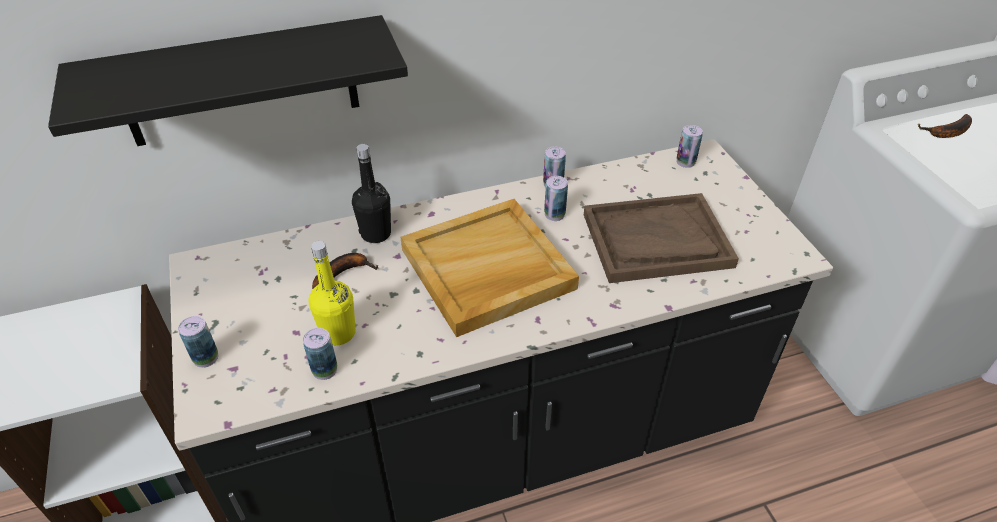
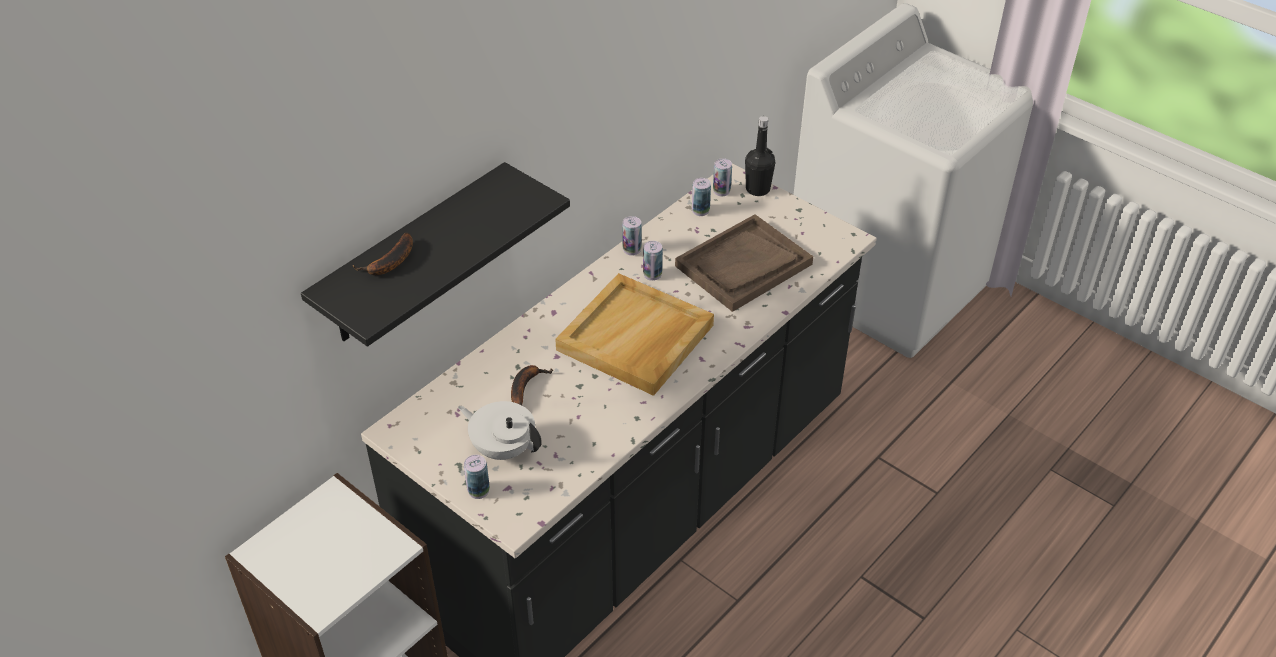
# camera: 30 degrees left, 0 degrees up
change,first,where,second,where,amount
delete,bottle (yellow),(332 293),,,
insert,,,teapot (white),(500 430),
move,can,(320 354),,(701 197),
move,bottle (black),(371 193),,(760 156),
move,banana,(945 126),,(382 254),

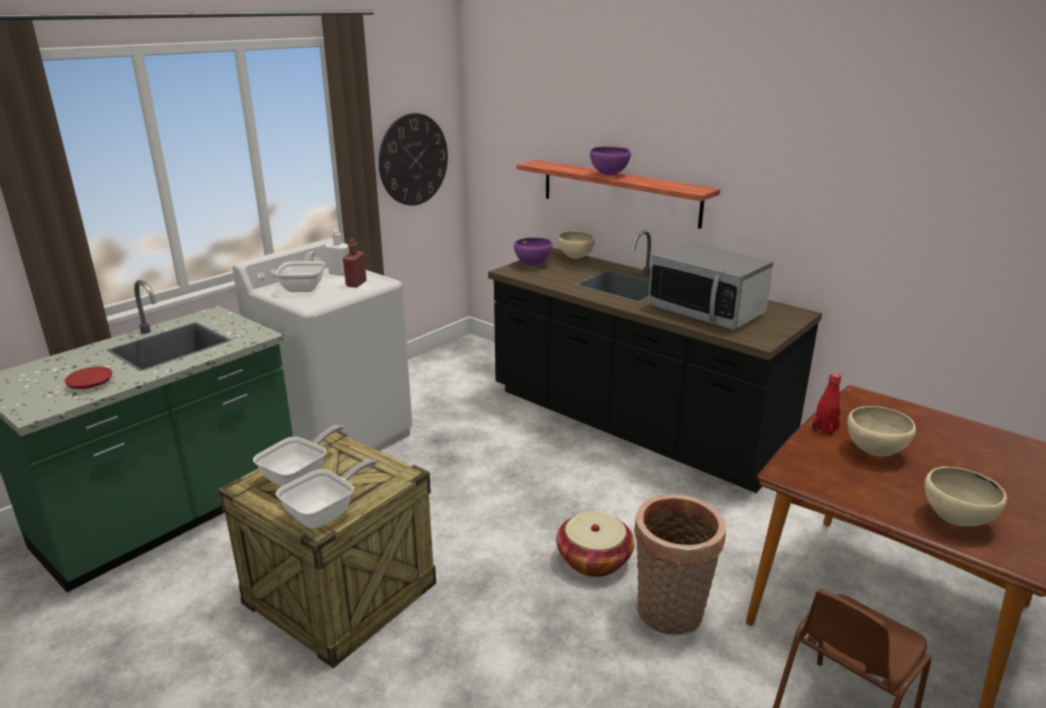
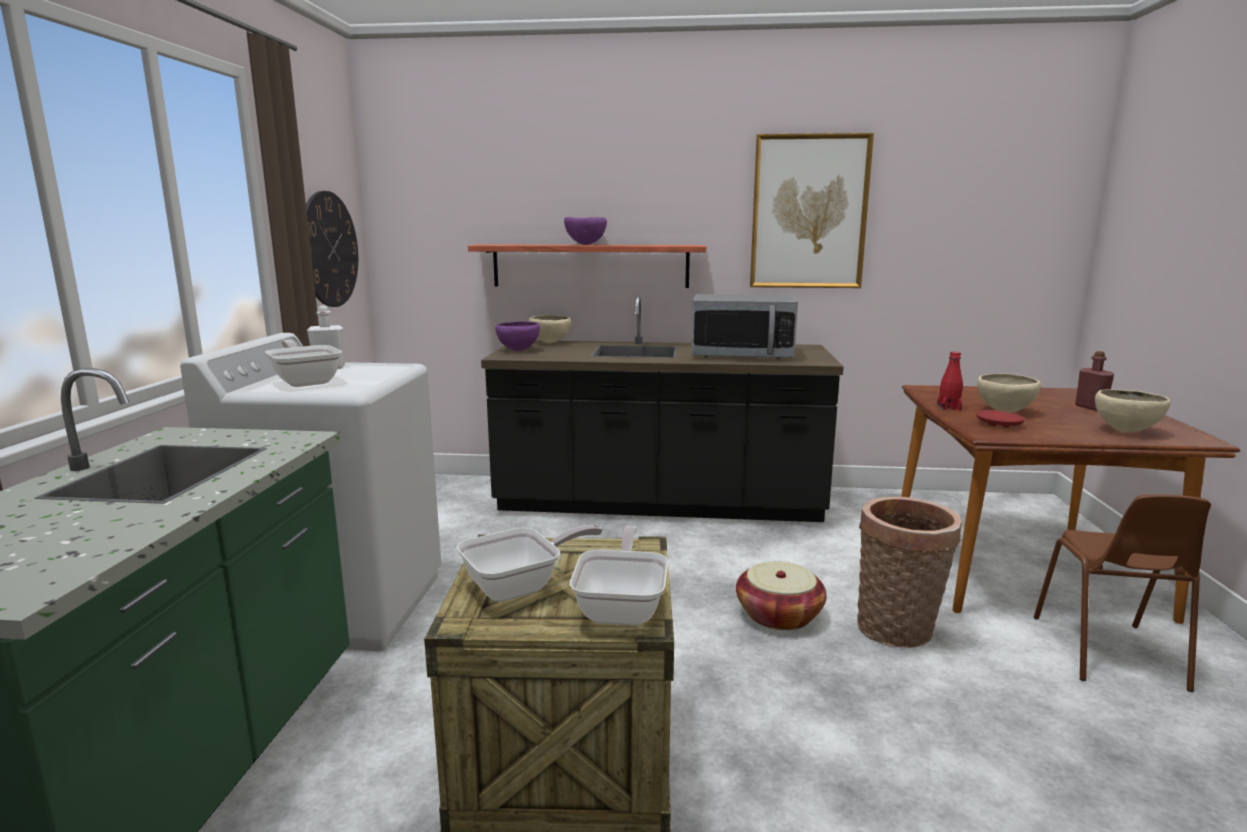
# camera: 35 degrees left, 10 degrees down
change,first,where,second,where,amount
insert,,,picture,(812 210),
move,plate (red),(88 378),,(1000 419),
move,bottle (red),(355 262),,(1094 381),
rotate,frying pan,(298 455),,(530 563),60 degrees clockwise

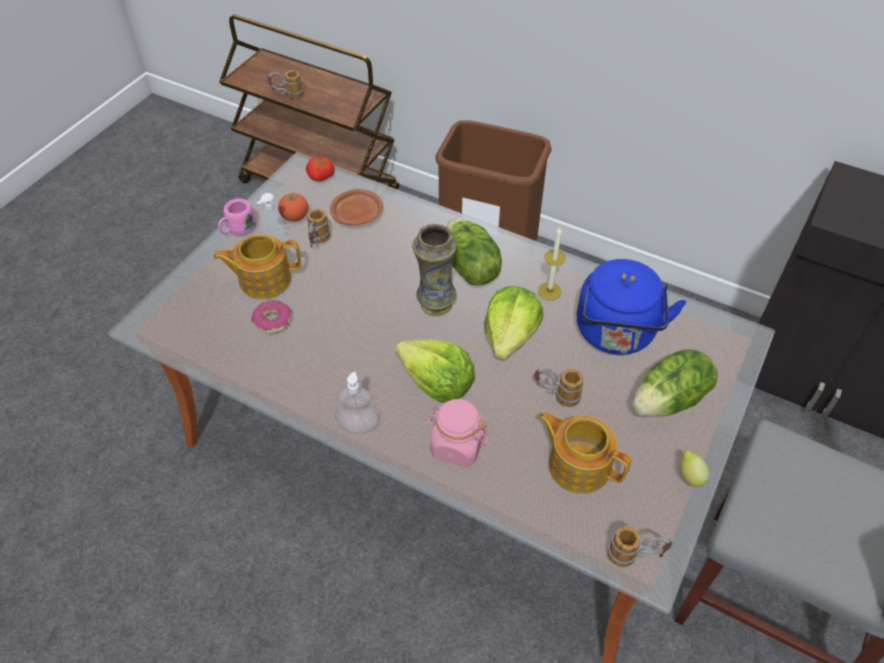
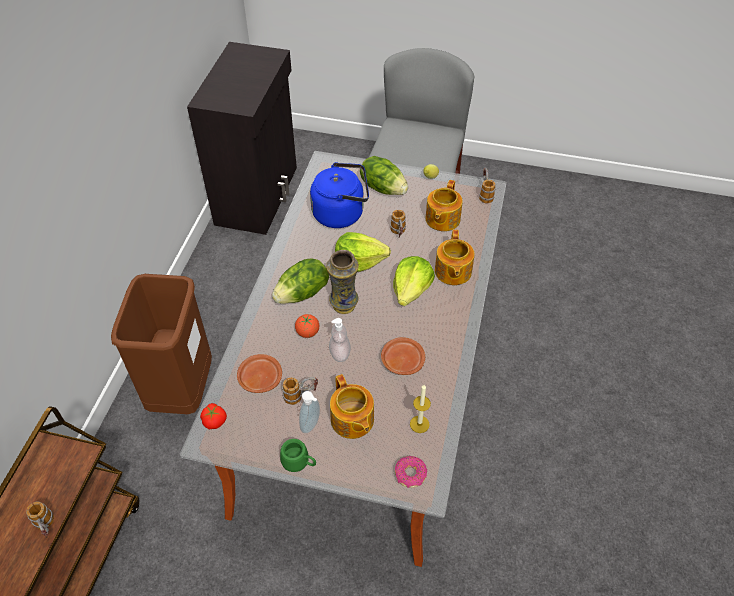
# camera: 105 degrees left, 0 degrees up
change,first,where,second,where,amount
insert,,,plate (brown),(403 356),
move,donut,(271 317),,(411 472),
move,tomato,(293 206),,(307 326),
move,soap dispenser,(357 403),,(340 340),
move,candle,(551 263),,(420 409),
replace,jar (pink),(457 433),teapot,(454 257),
recolor,mug (pink),(237 216),mug (green),(298 455),

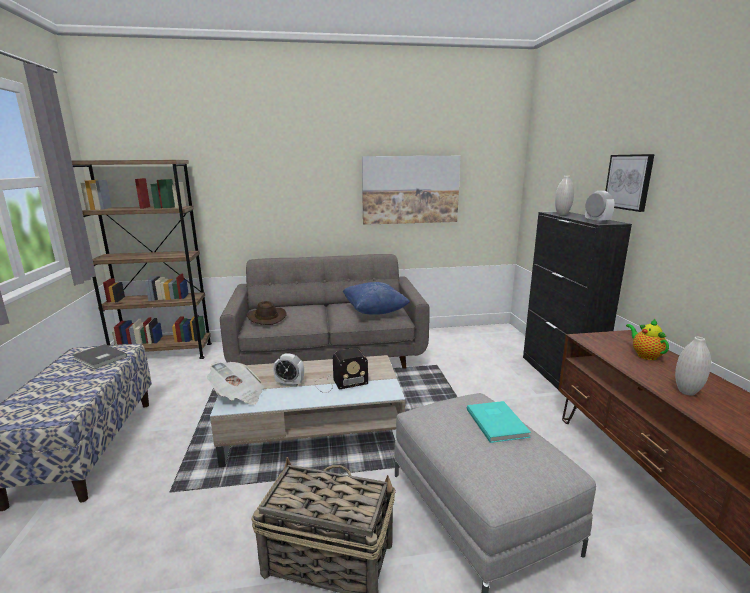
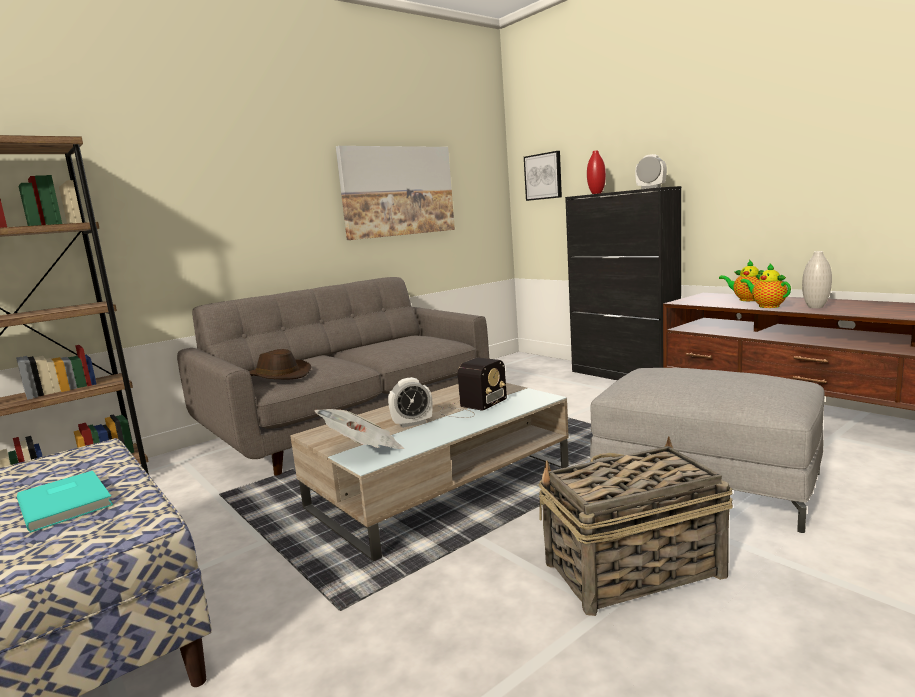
# camera: 30 degrees left, 5 degrees down
change,first,where,second,where,amount
delete,book (grey),(100 356),,,
delete,pillow (blue),(376 298),,,
insert,,,teapot,(766 286),
move,book (turquoise),(499 422),,(65 502),
move,picture,(629 183),,(543 176),
recolor,vase (white),(564 195),vase (red),(596 172),

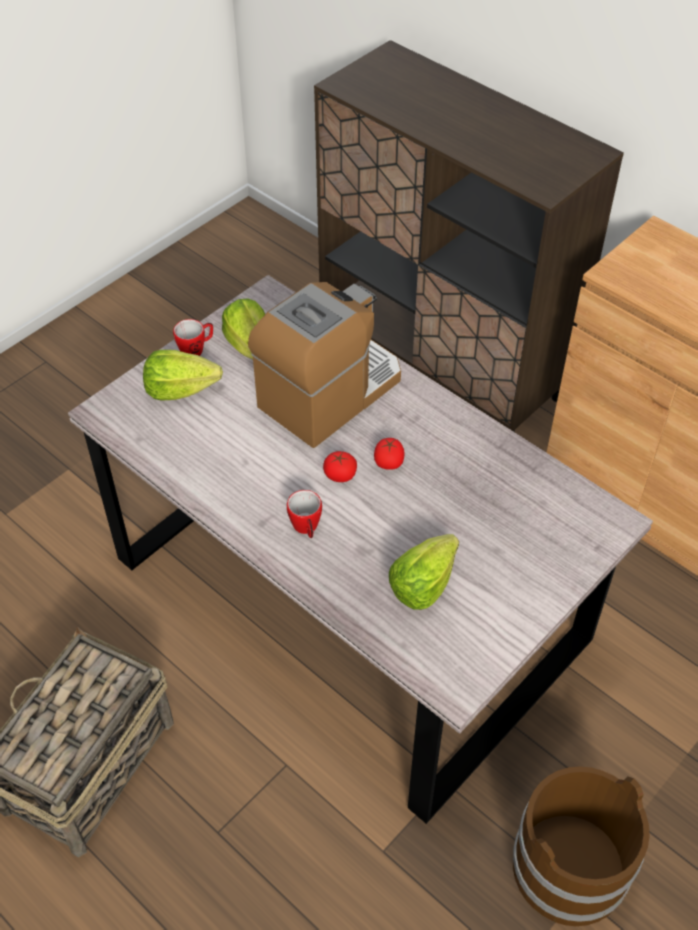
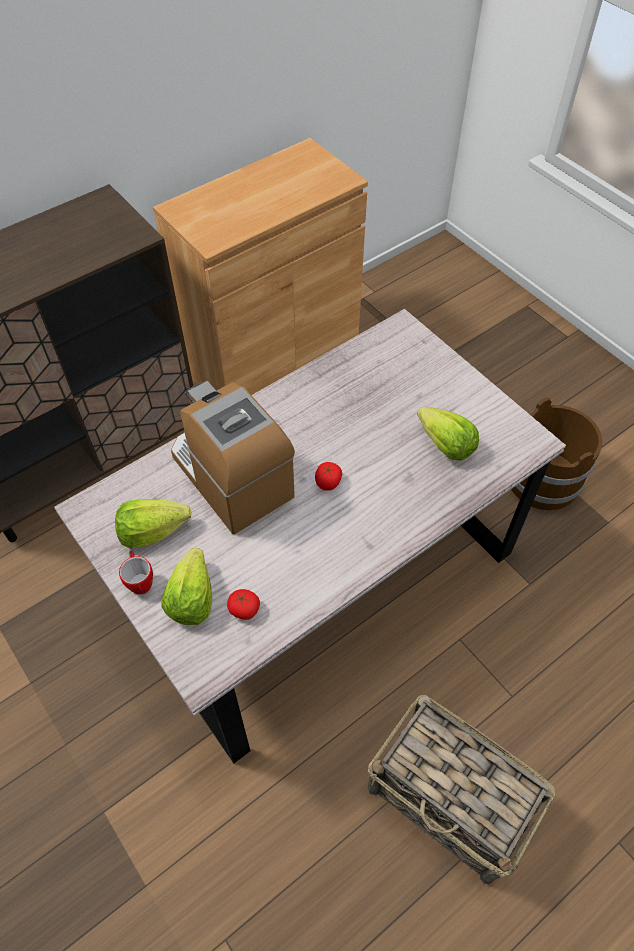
# camera: 80 degrees left, 5 degrees up
change,first,where,second,where,amount
delete,mug,(304 514),,,
move,tomato,(389 454),,(243 604),

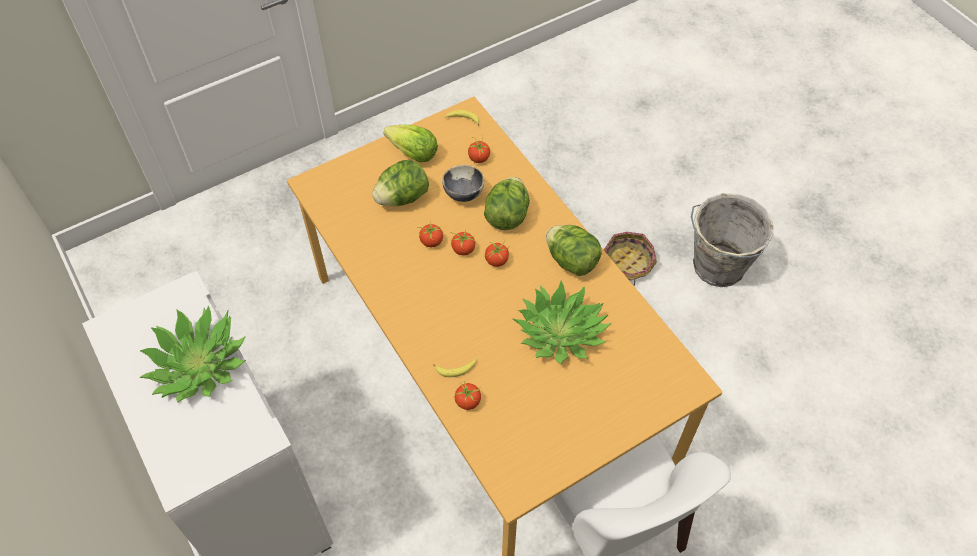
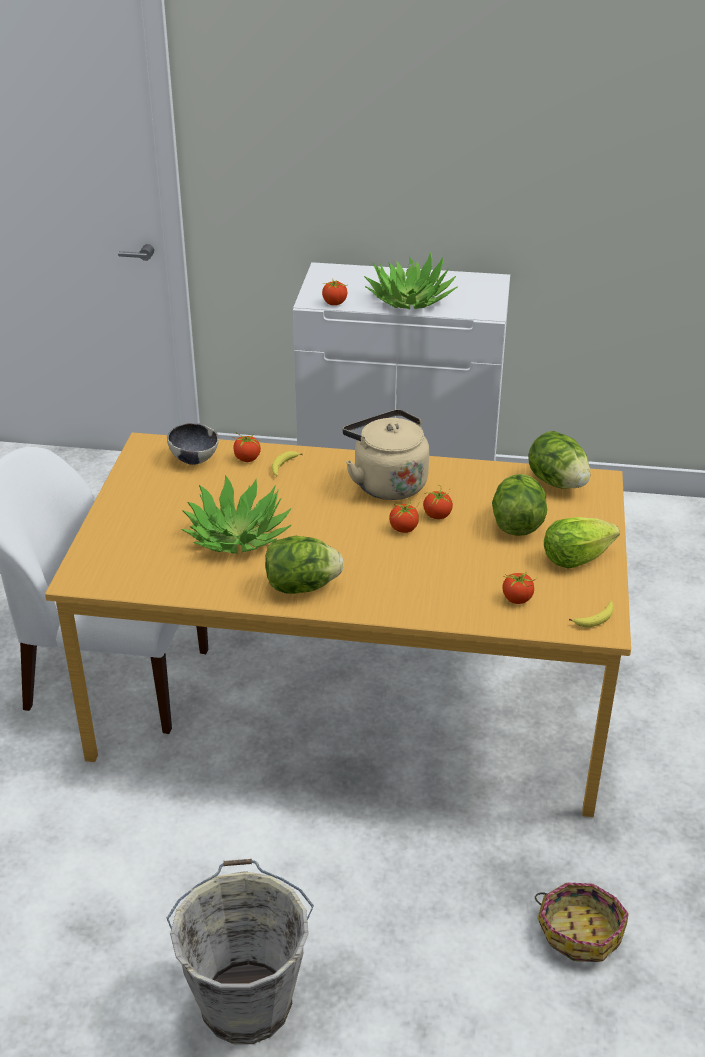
# camera: 130 degrees right, 20 degrees down
change,first,where,second,where,amount
insert,,,kettle (beige),(385 454),
move,bowl,(463 183),,(193 444),
move,lettuce,(506 203),,(559 460),
move,tomato,(497 253),,(334 292),
move,basket,(630 259),,(582 922),

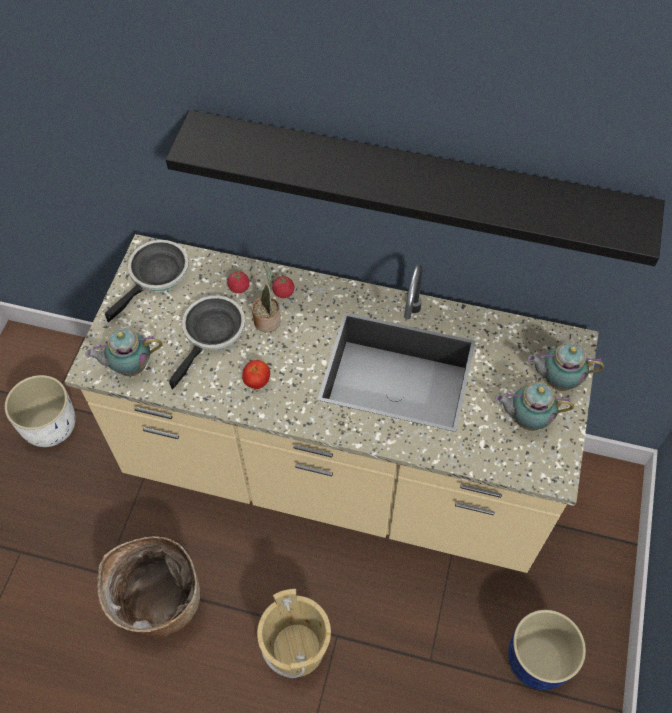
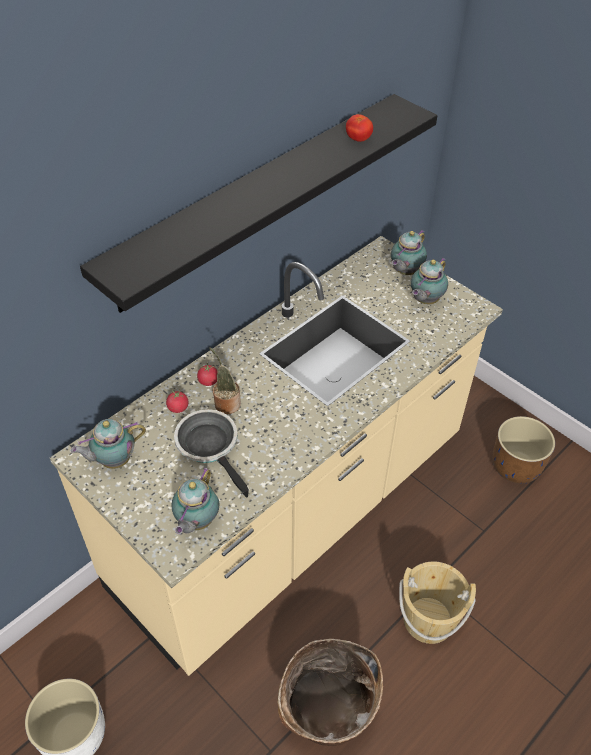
# camera: 60 degrees left, 10 degrees down
change,first,where,second,where,amount
move,tomato,(256 374),,(359 128),
replace,frying pan,(147 281),teapot,(108 444),
recolor,planter (blue),(547 650),planter (brown),(524 450),

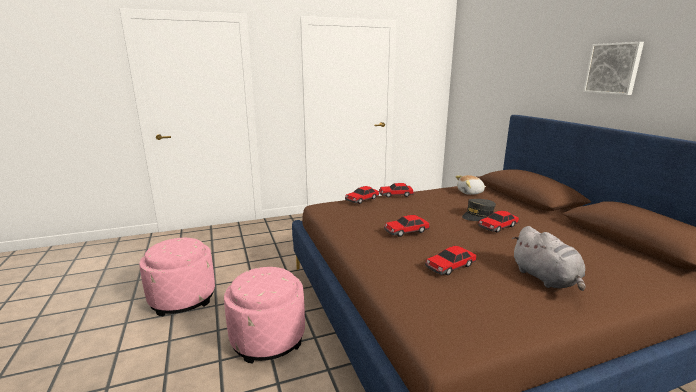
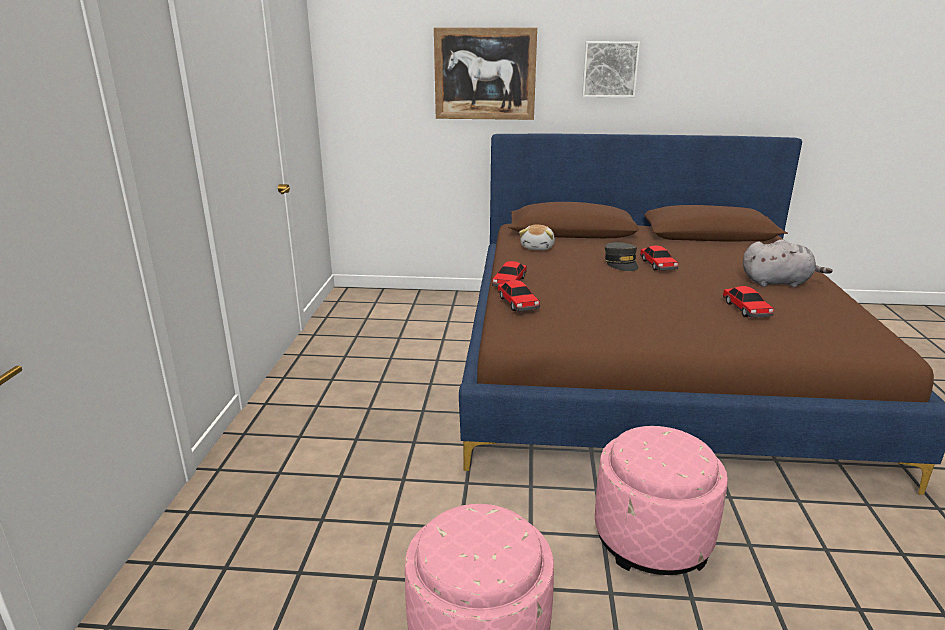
# camera: 65 degrees left, 5 degrees up
change,first,where,second,where,amount
delete,toy car,(407 226),,,
insert,,,picture,(485 73),

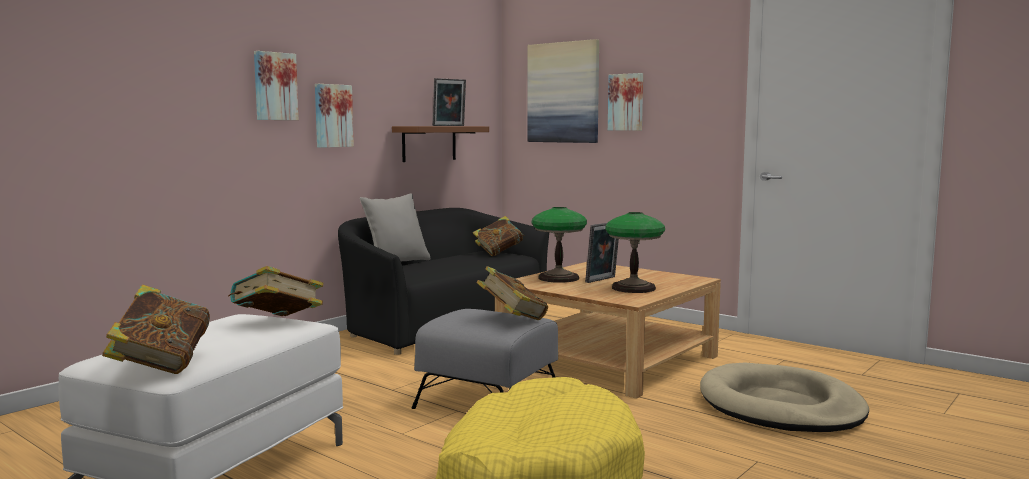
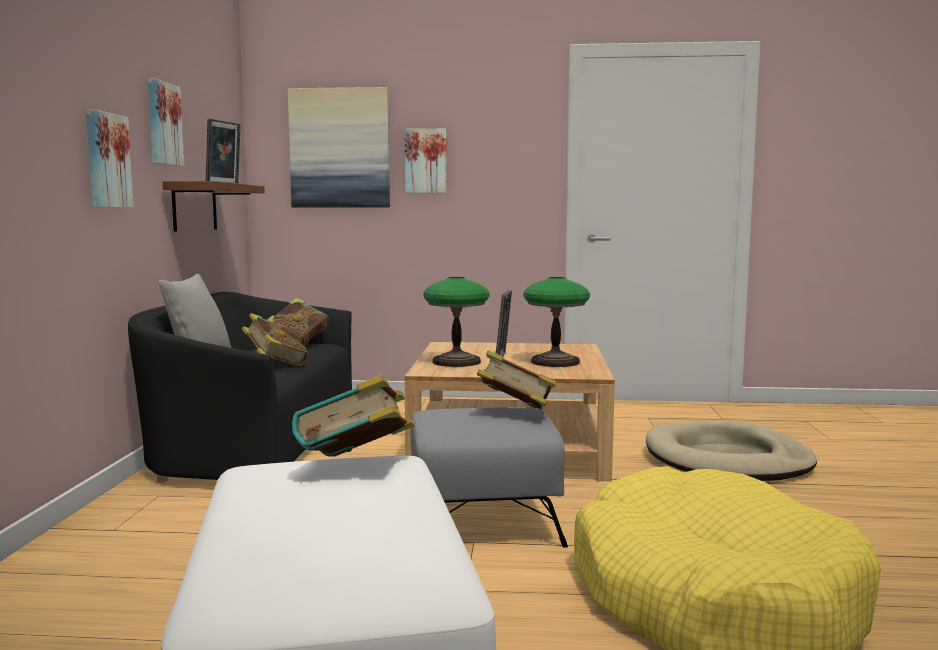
# camera: 35 degrees left, 0 degrees up
change,first,where,second,where,amount
move,book,(156 329),,(275 339),
move,picture,(276 85),,(166 122),

